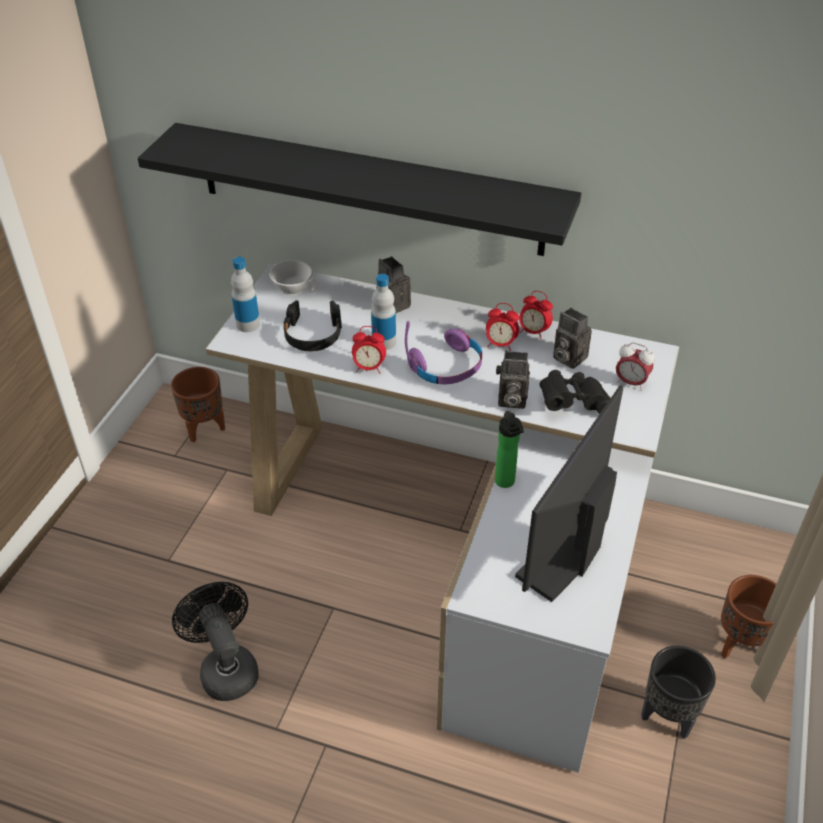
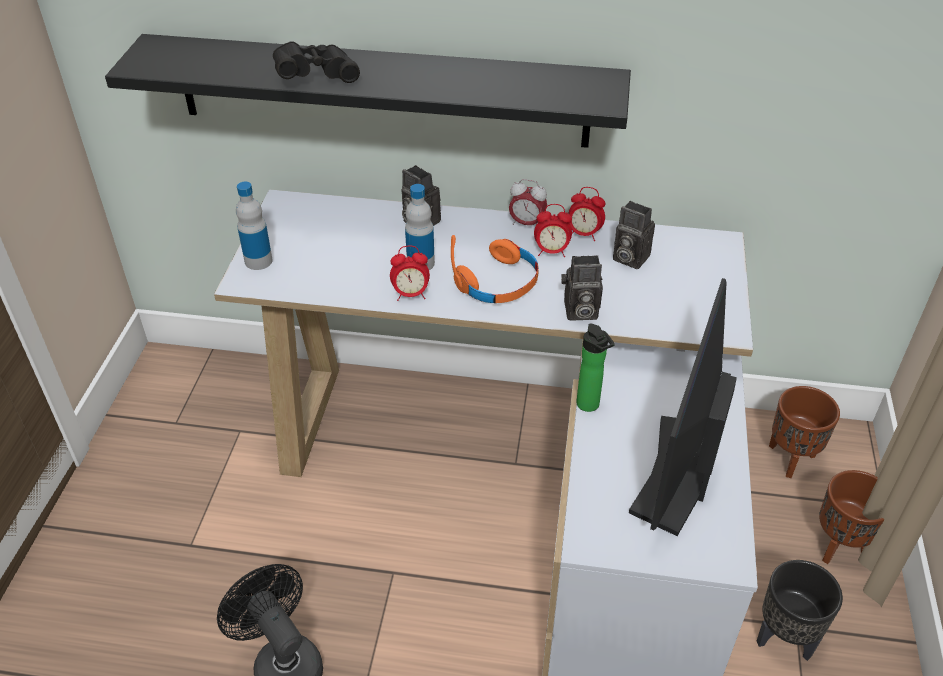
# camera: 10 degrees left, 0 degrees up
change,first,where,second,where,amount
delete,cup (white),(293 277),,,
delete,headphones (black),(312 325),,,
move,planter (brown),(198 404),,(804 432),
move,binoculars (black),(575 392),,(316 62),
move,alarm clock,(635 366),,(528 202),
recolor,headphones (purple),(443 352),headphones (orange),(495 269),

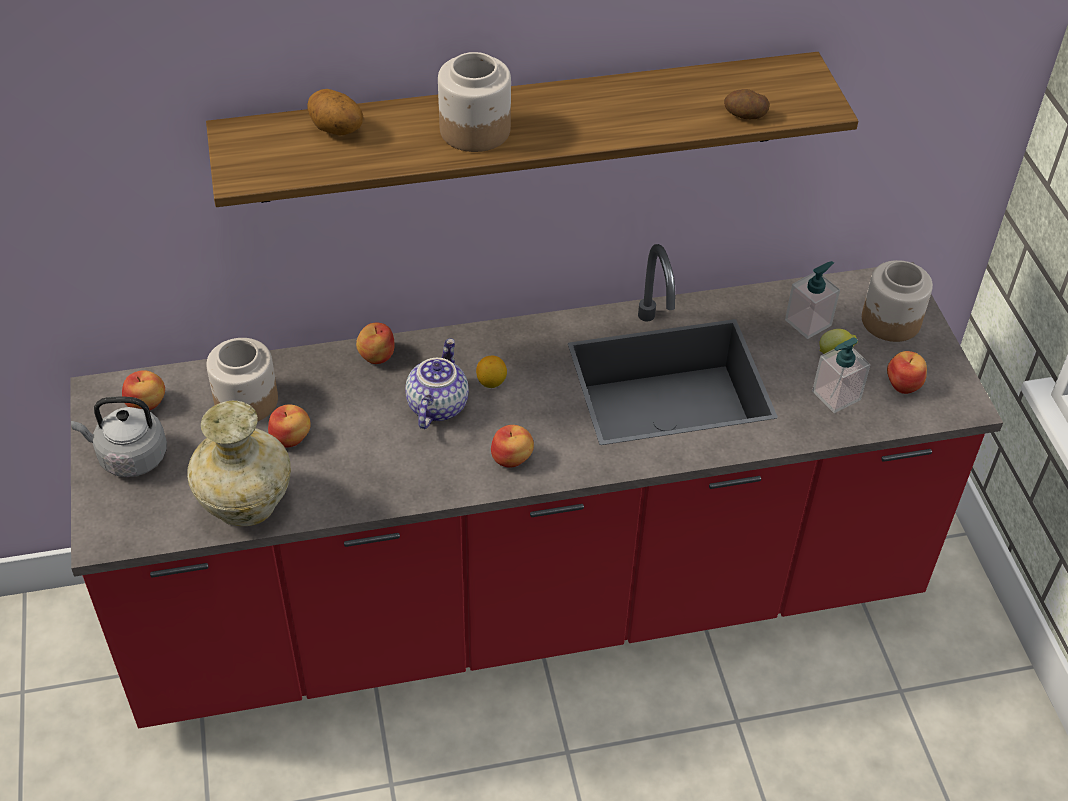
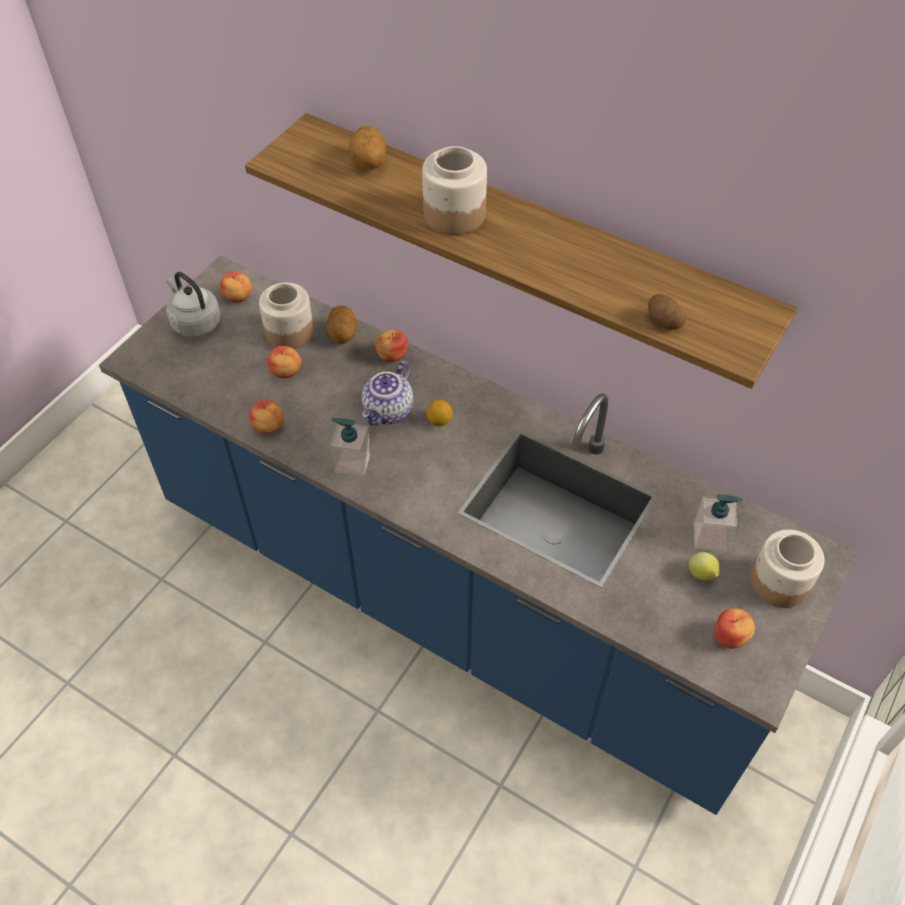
# camera: 45 degrees right, 5 degrees up
change,first,where,second,where,amount
delete,vase (beige),(239 463),,,
insert,,,potato,(342 325),
move,apple,(512 446),,(267 416),
move,soap dispenser,(841 375),,(350 447),
recolor,counter (red),(536 486),counter (blue),(478 535),
rotate,teapot,(437 383),,(387 393),150 degrees clockwise

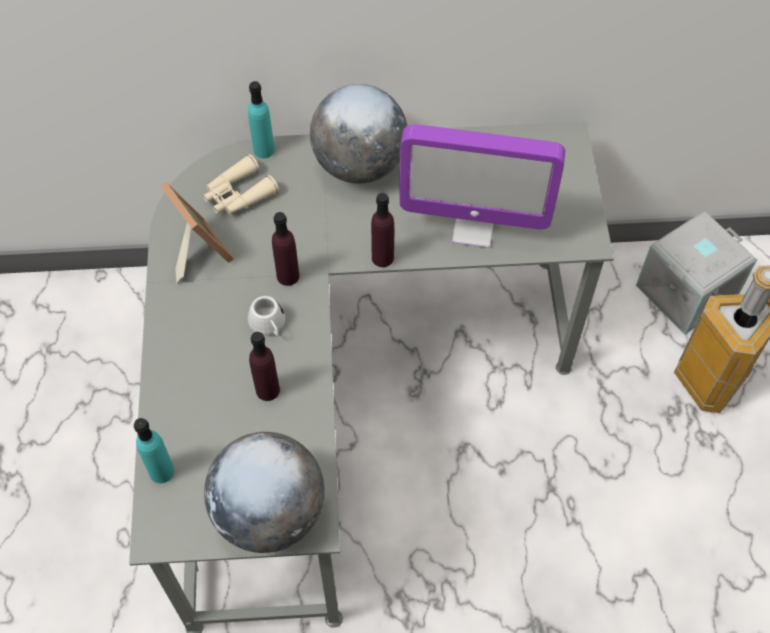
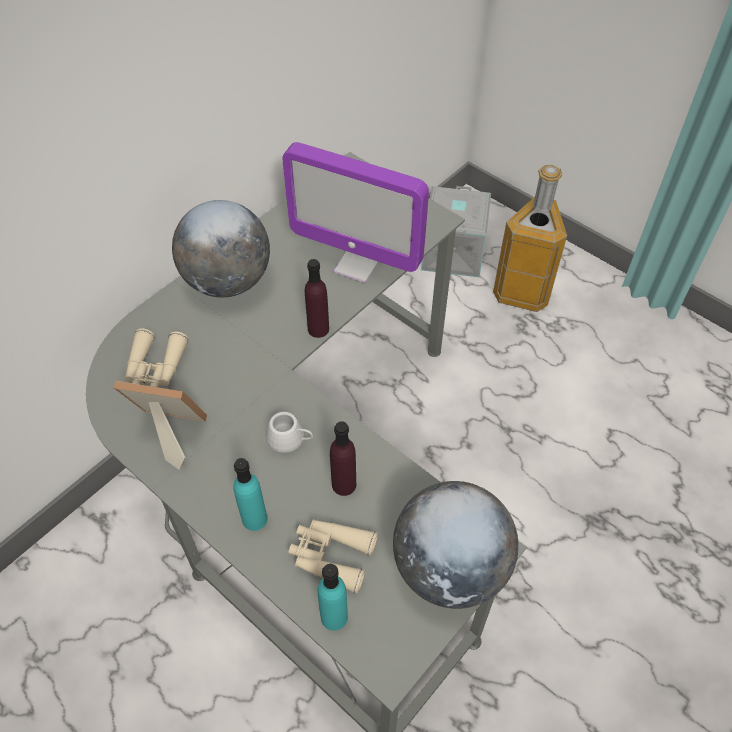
# camera: 45 degrees left, 5 degrees down
change,first,where,second,where,amount
delete,bottle (purple),(285 249),,,
insert,,,binoculars (beige),(333 556),
move,bottle (turquoise),(261 119),,(251 494),
rotate,monitor,(482 186),,(355 212),60 degrees clockwise

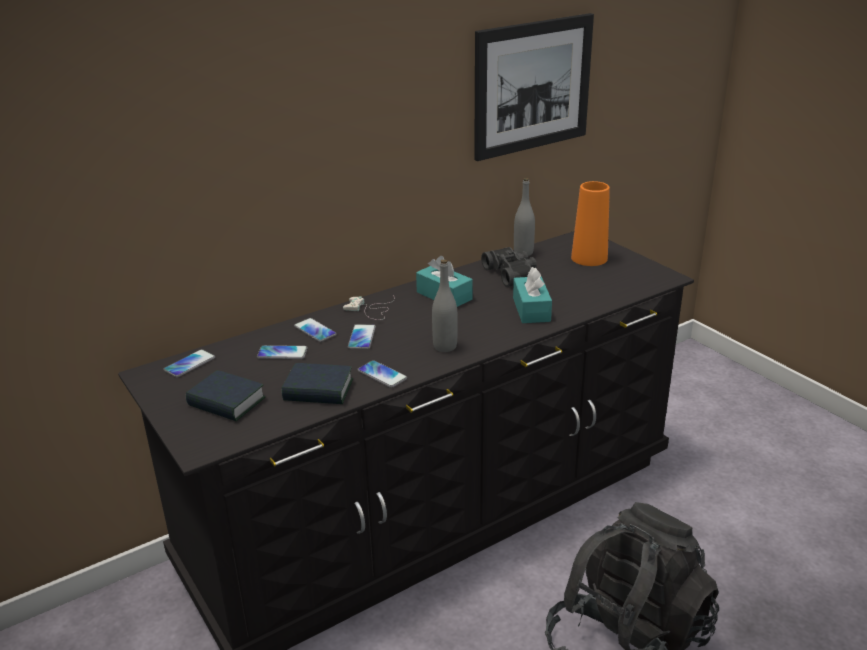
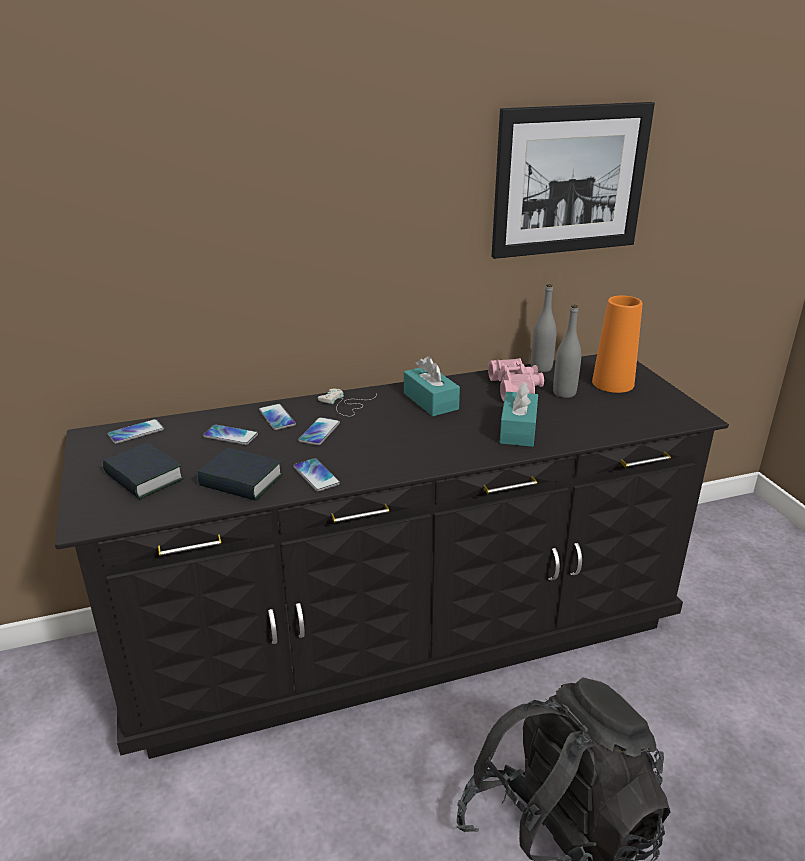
# camera: 15 degrees right, 0 degrees up
change,first,where,second,where,amount
move,bottle (grey),(445 305),,(567 351),
recolor,binoculars (black),(509 267),binoculars (pink),(516 379),

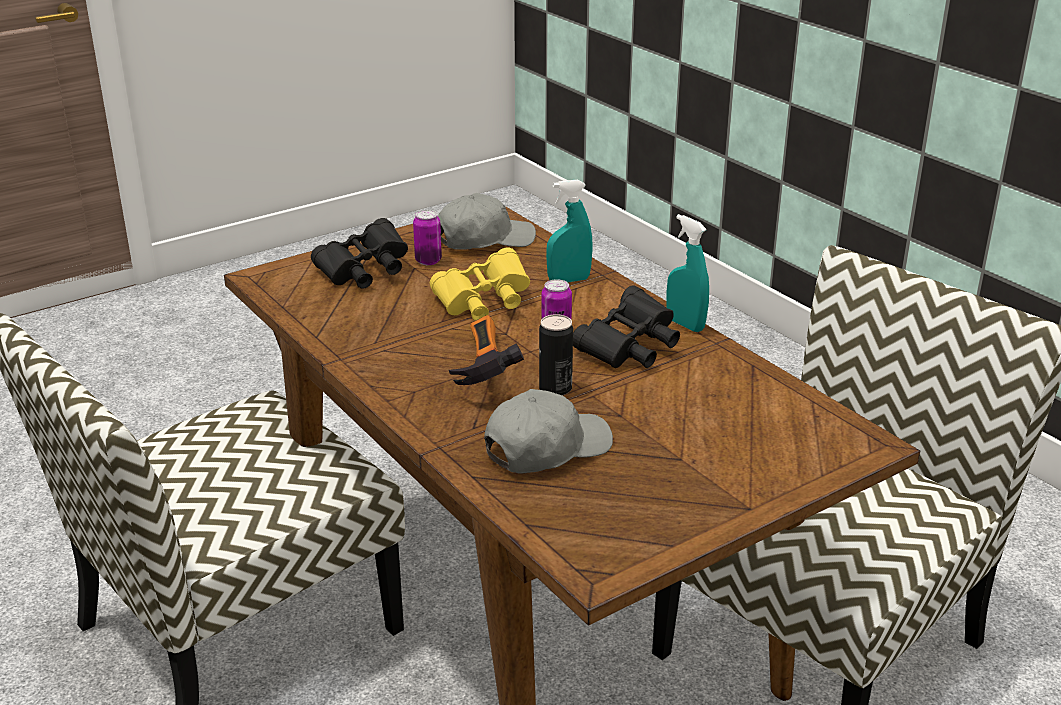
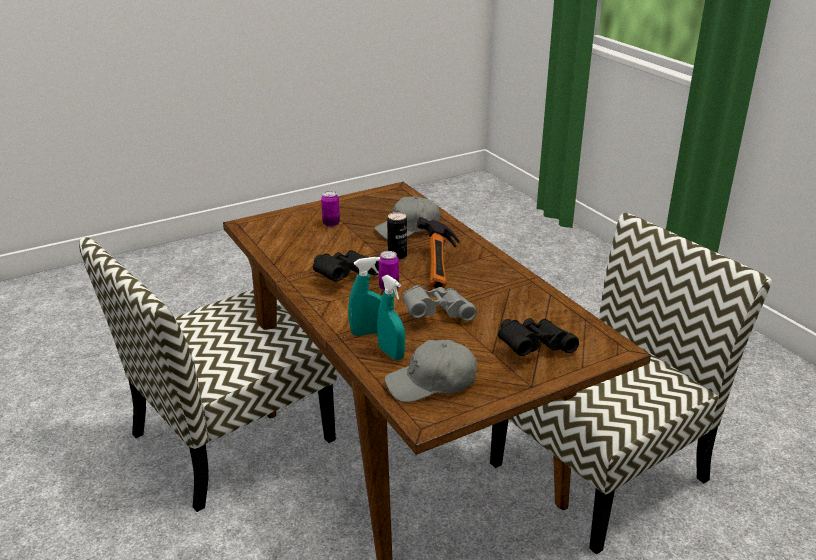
# camera: 175 degrees left, 0 degrees up
change,first,where,second,where,amount
move,can,(427 237),,(330 209),
move,spray bottle (turquoise),(687 273),,(391 317),
recolor,binoculars (yellow),(480 284),binoculars (grey),(439 303),

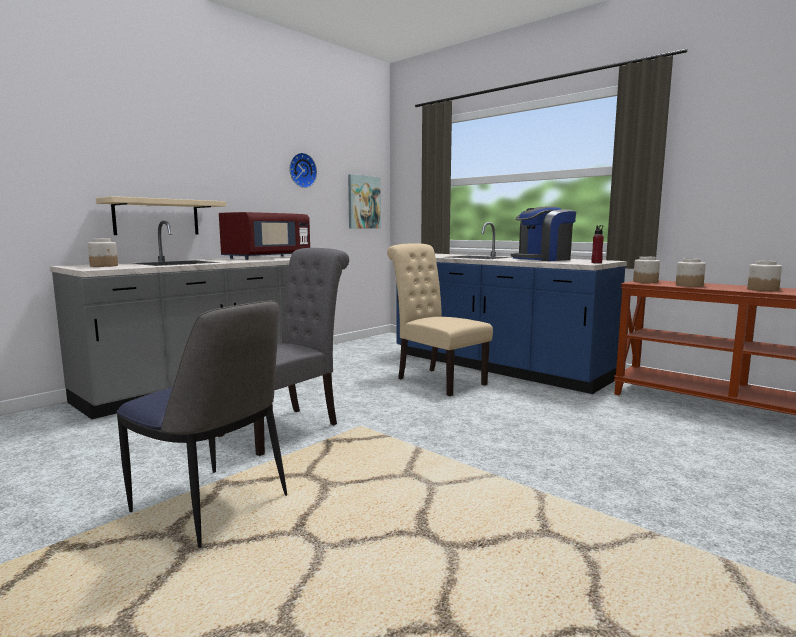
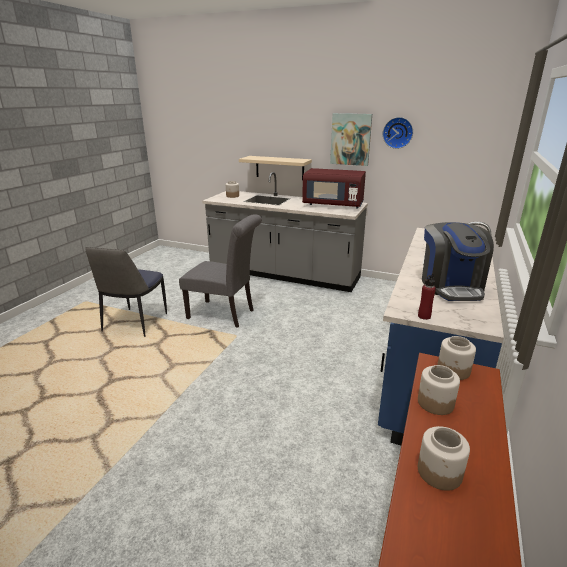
# camera: 70 degrees right, 15 degrees up
change,first,where,second,where,amount
delete,chair (beige),(440 319),,,
move,picture,(364 201),,(351 139),
rotate,coffee machine,(543 233),,(458 261),135 degrees counterclockwise

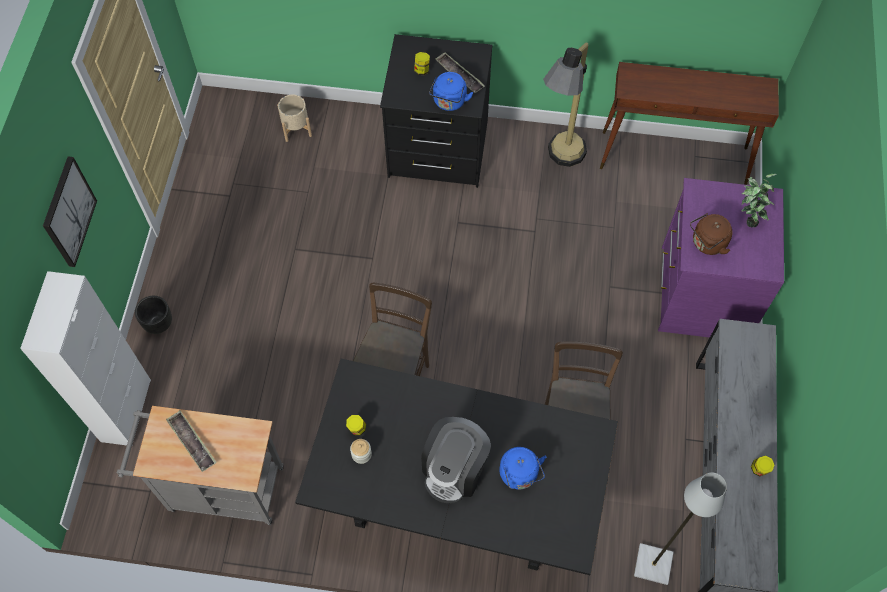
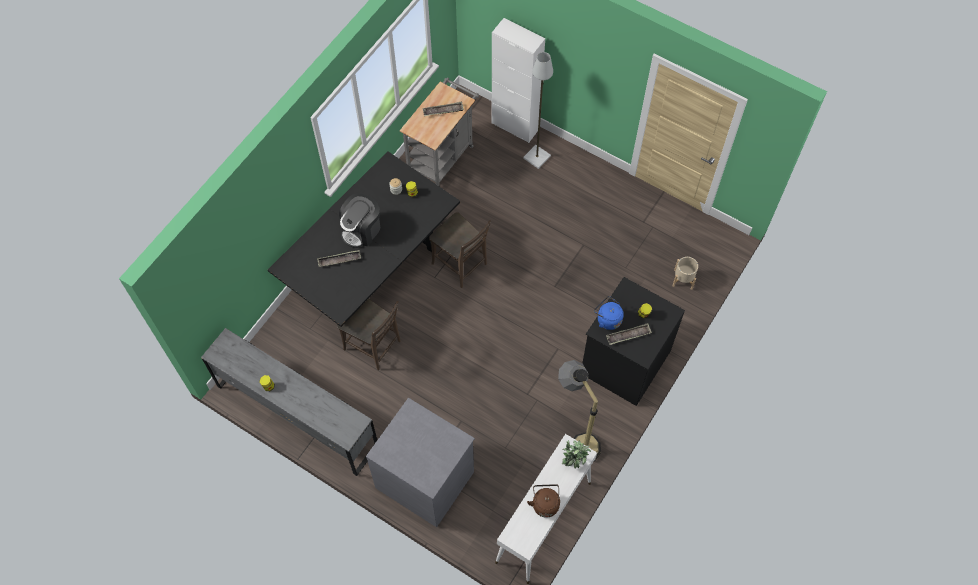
# camera: 115 degrees right, 0 degrees up
change,first,where,second,where,amount
delete,picture,(70 211),,,
delete,planter (black),(153 315),,,
move,floor lamp (grey),(680 528),,(538 110),
move,kettle (brown),(711 234),,(543 501),
move,potted plant,(758 201),,(576 454),
replace,kettle (blue),(523 468),tray,(339 258),
recolor,console table (brown),(689 123),console table (white),(546 509),
recolor,dresser (purple),(721 258),dresser (grey),(420 462),
rotate,coffee machine,(456 460),,(359 220),105 degrees counterclockwise

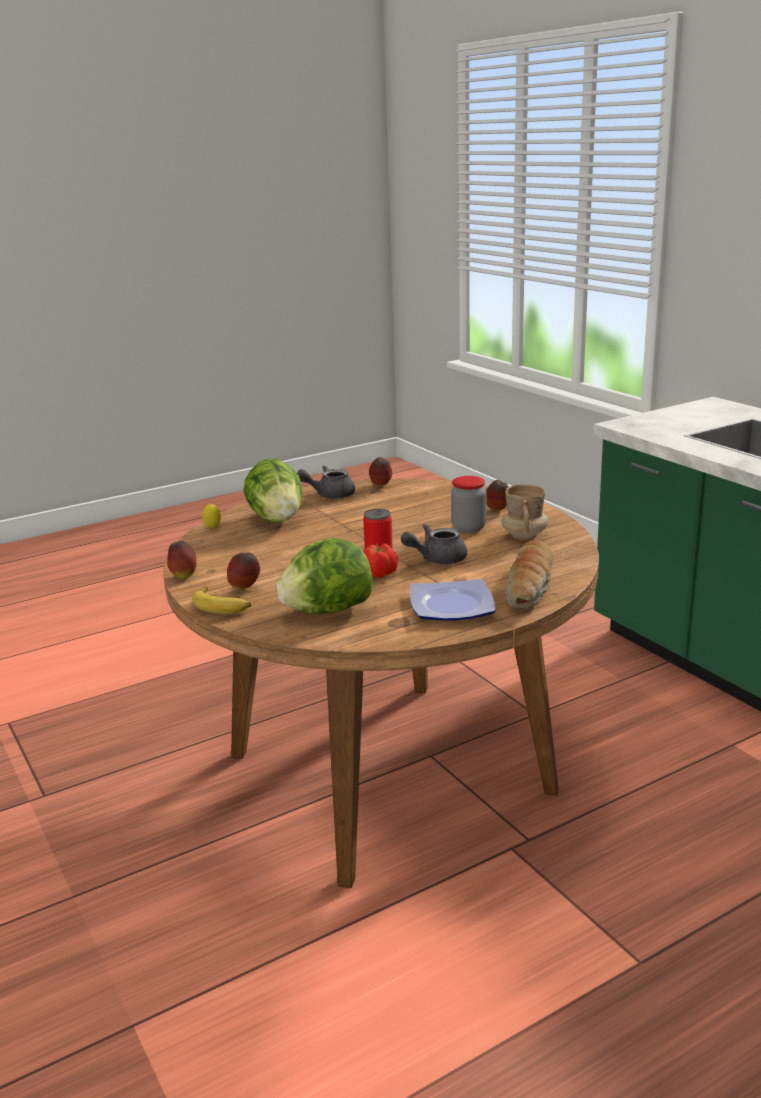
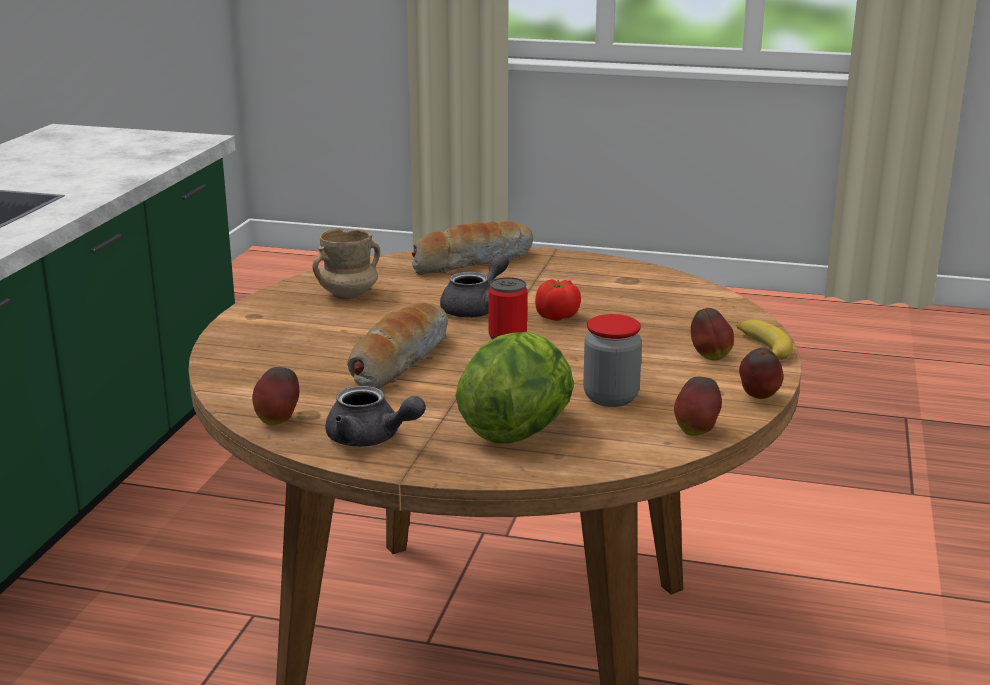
# camera: 135 degrees left, 0 degrees up
change,first,where,second,where,amount
delete,lemon,(211 516),,,
delete,lettuce,(325 576),,,
delete,plate,(453 600),,,
insert,,,bread,(397 346),
move,jar,(469 504),,(612 360),
move,apple,(497 495),,(698 406),
rotate,teapot (grey),(434 544),,(474 286),75 degrees counterclockwise

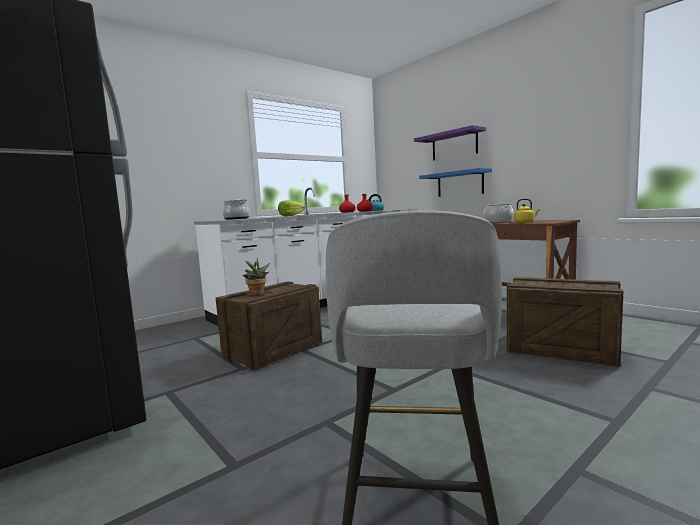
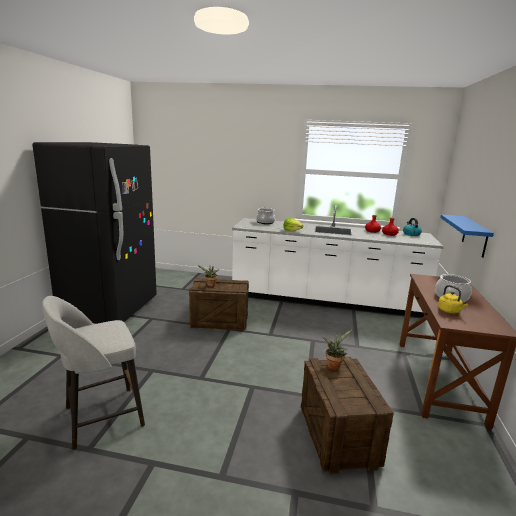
# camera: 50 degrees right, 10 degrees up
change,first,where,second,where,amount
delete,shelf (purple),(450 143),,,
insert,,,potted plant,(337 350),

